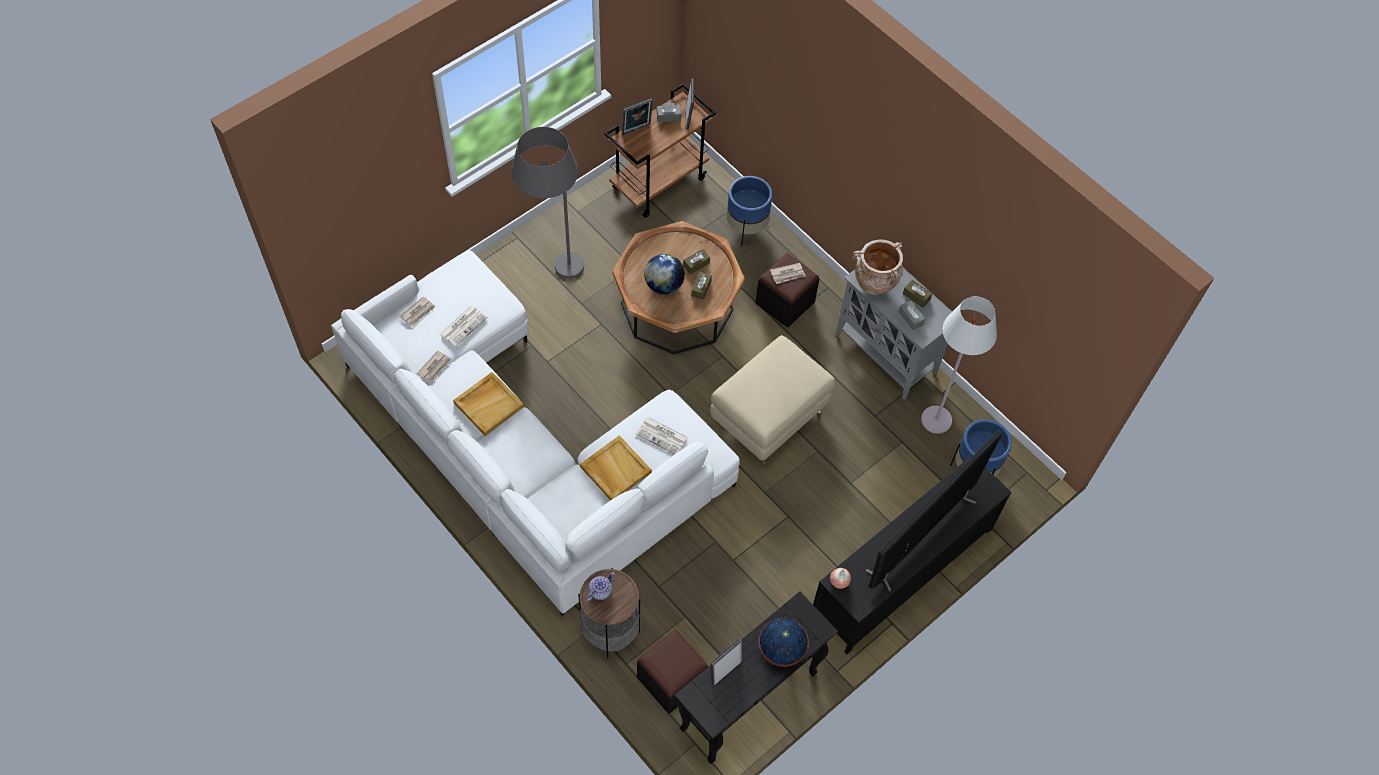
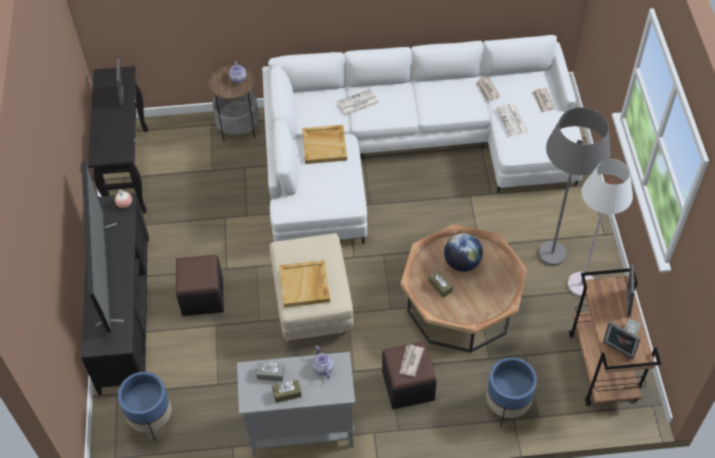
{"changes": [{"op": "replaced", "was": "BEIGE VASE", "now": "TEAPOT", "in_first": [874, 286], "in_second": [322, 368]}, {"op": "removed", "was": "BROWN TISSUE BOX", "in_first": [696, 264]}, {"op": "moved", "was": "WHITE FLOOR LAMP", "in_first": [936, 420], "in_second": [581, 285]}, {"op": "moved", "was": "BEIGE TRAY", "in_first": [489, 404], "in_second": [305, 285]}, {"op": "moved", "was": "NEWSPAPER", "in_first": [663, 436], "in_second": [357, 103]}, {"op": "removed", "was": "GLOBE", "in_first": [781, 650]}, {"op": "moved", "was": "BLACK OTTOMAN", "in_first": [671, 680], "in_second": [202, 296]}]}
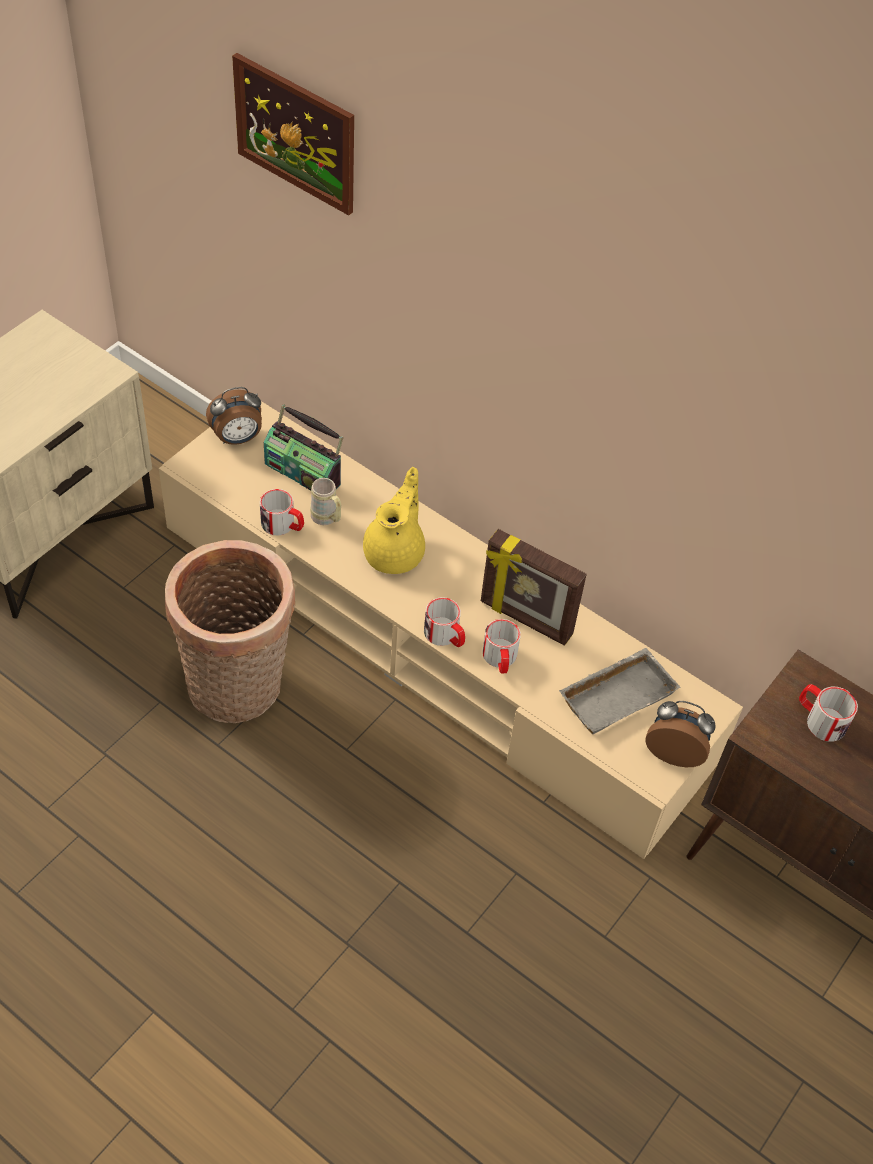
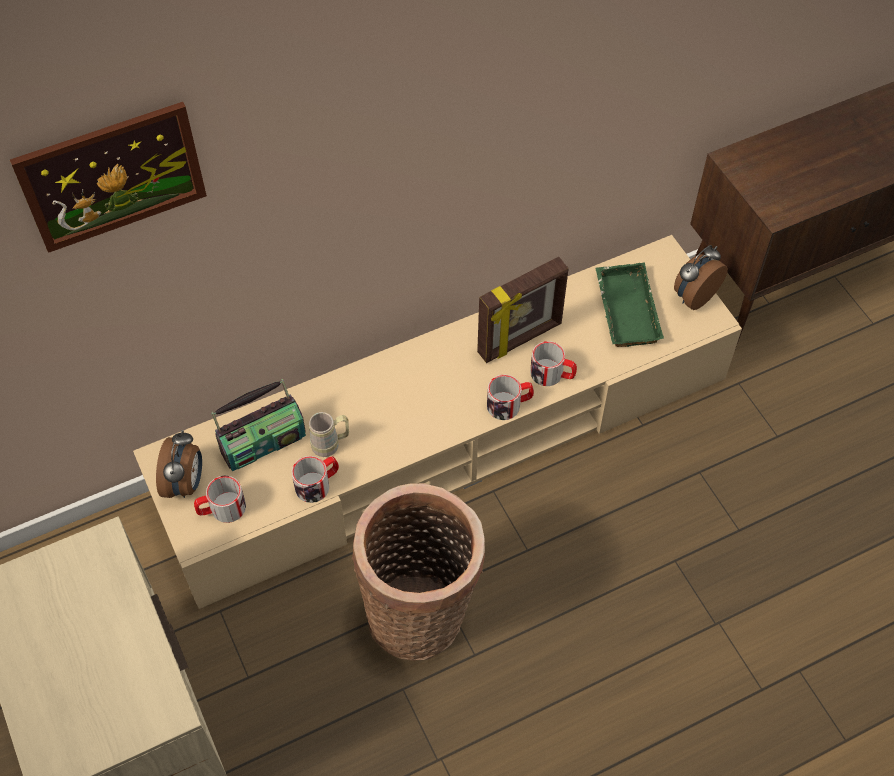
{"changes": [{"op": "removed", "was": "YELLOW TEAPOT", "in_first": [396, 552]}, {"op": "recoloured", "was": "GREY TRAY", "now": "GREEN TRAY", "in_first": [617, 694], "in_second": [624, 309]}, {"op": "moved", "was": "MUG", "in_first": [820, 719], "in_second": [221, 509]}]}
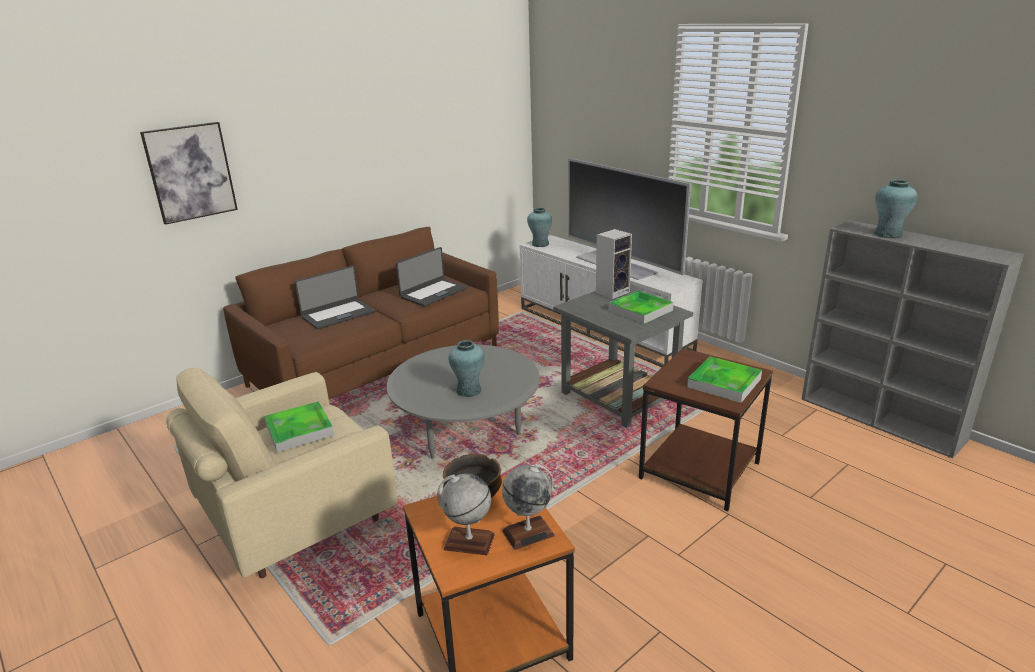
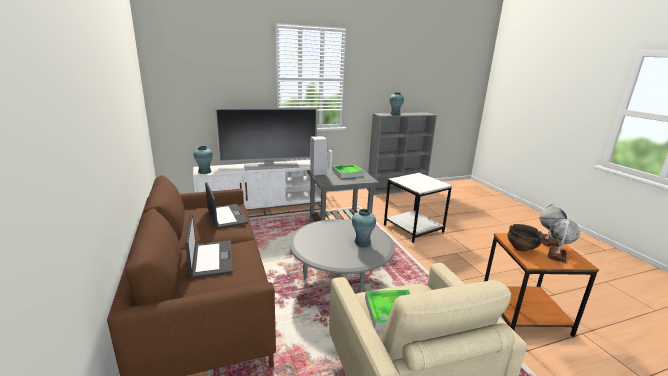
{"changes": [{"op": "removed", "was": "PICTURE", "in_first": [190, 172]}, {"op": "recoloured", "was": "BROWN SIDE TABLE", "now": "WHITE SIDE TABLE", "in_first": [701, 470], "in_second": [413, 228]}, {"op": "removed", "was": "TRAY", "in_first": [724, 383]}]}
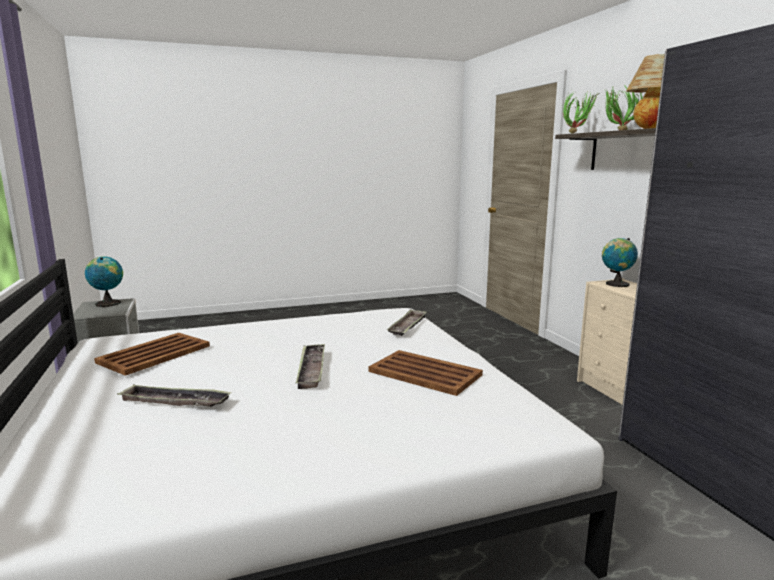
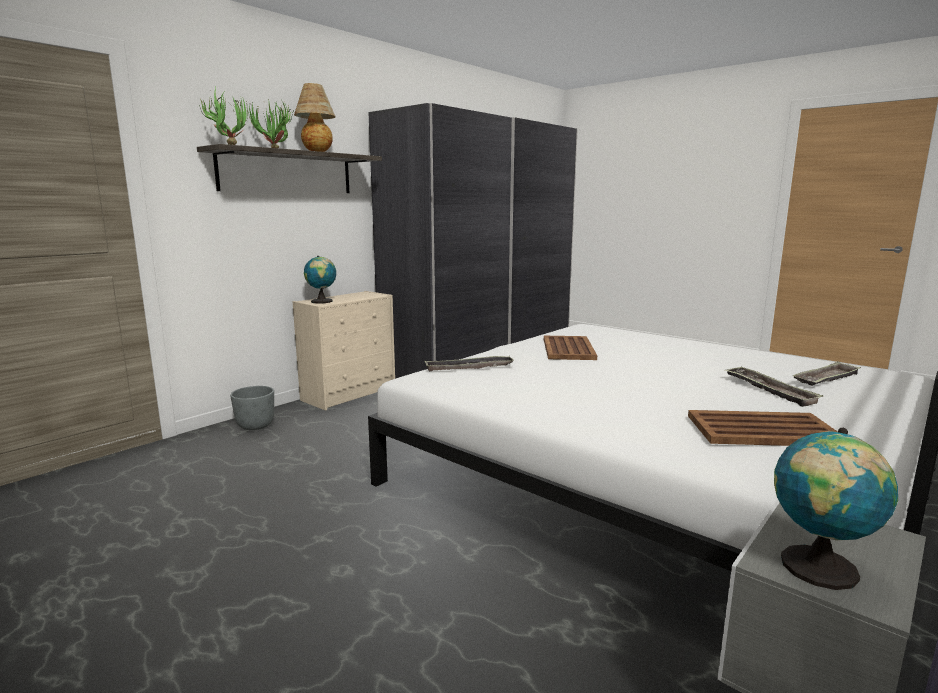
{"changes": [{"op": "moved", "was": "TRAY", "in_first": [311, 369], "in_second": [826, 379]}, {"op": "added", "now": "GREY PLANTER", "in_second": [255, 426]}]}
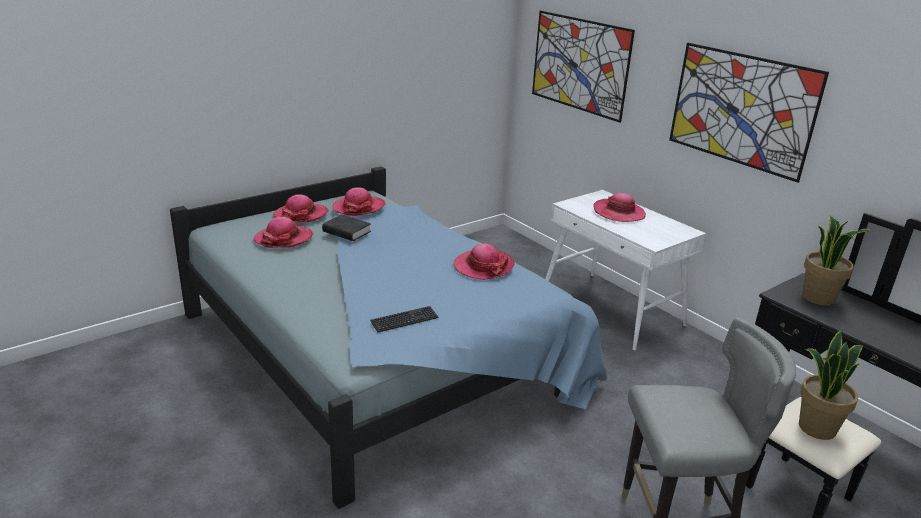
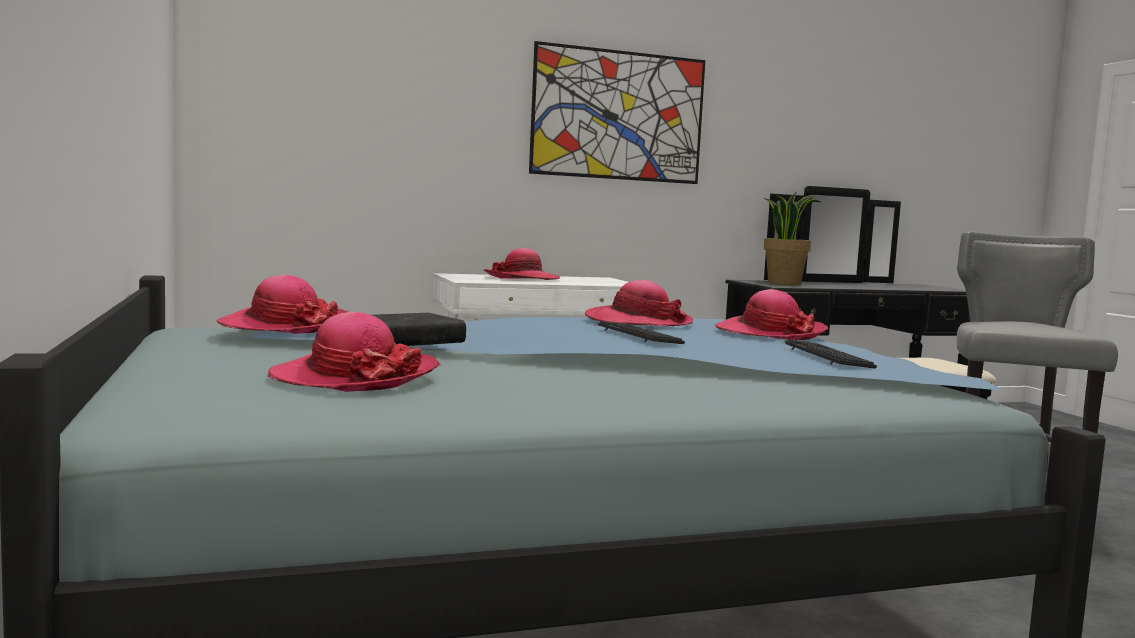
{"changes": [{"op": "removed", "was": "PICTURE", "in_first": [579, 64]}, {"op": "moved", "was": "HAT", "in_first": [301, 215], "in_second": [769, 333]}, {"op": "removed", "was": "POTTED PLANT", "in_first": [816, 427]}, {"op": "added", "now": "KEYBOARD", "in_second": [638, 336]}]}
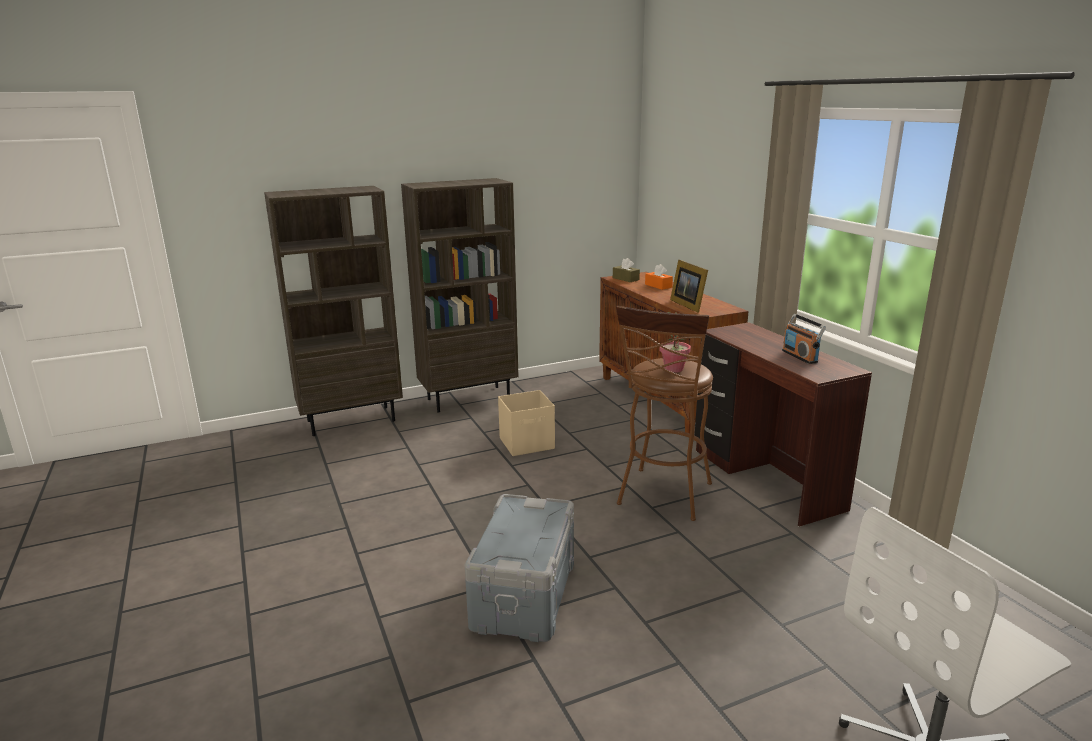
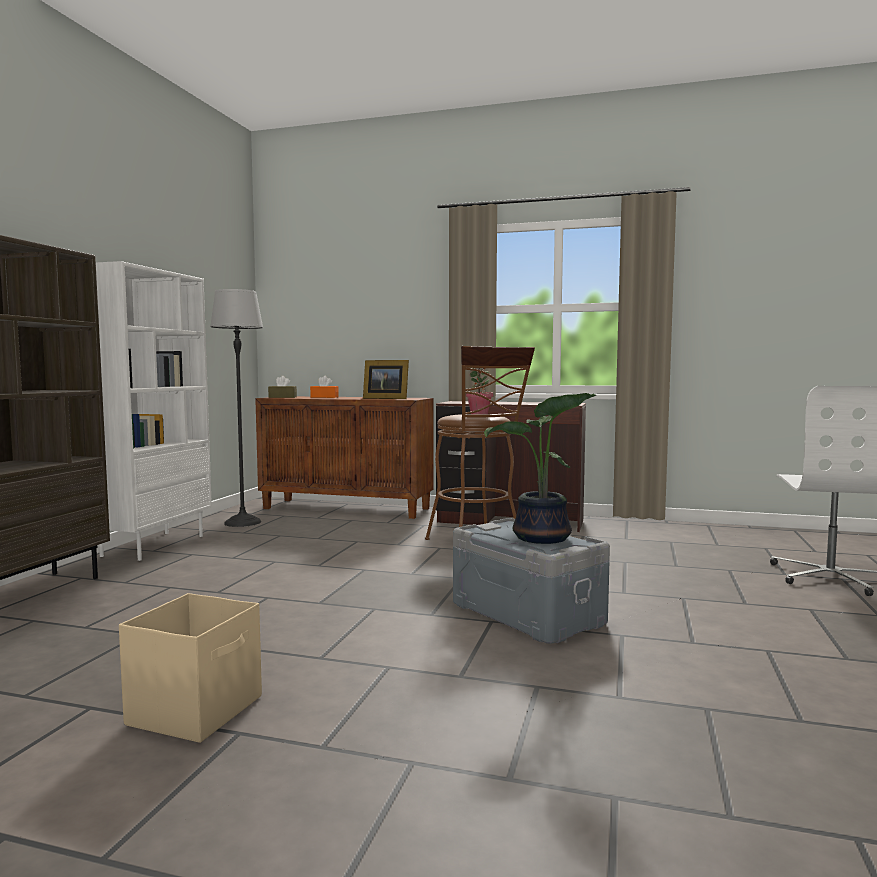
{"changes": [{"op": "recoloured", "was": "BROWN BOOKCASE", "now": "WHITE BOOKCASE", "in_first": [469, 398], "in_second": [153, 545]}, {"op": "removed", "was": "RADIO", "in_first": [800, 356]}, {"op": "moved", "was": "BEIGE STORAGE BOX", "in_first": [527, 444], "in_second": [197, 710]}, {"op": "added", "now": "FLOOR LAMP", "in_second": [243, 522]}, {"op": "added", "now": "POTTED PLANT", "in_second": [541, 538]}]}
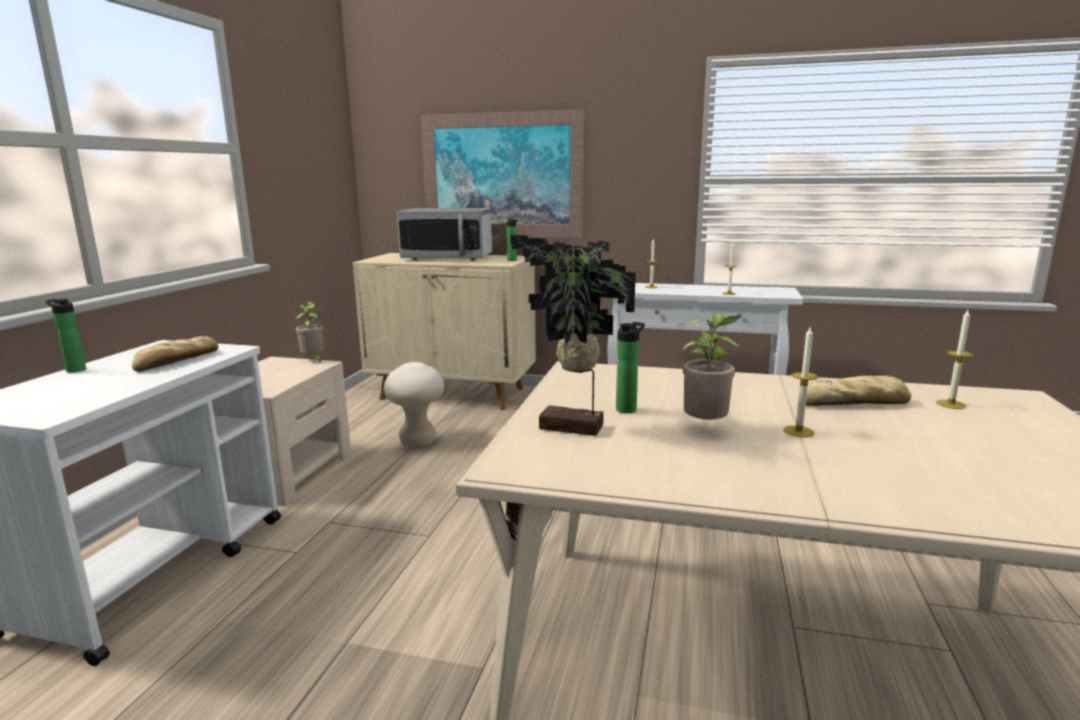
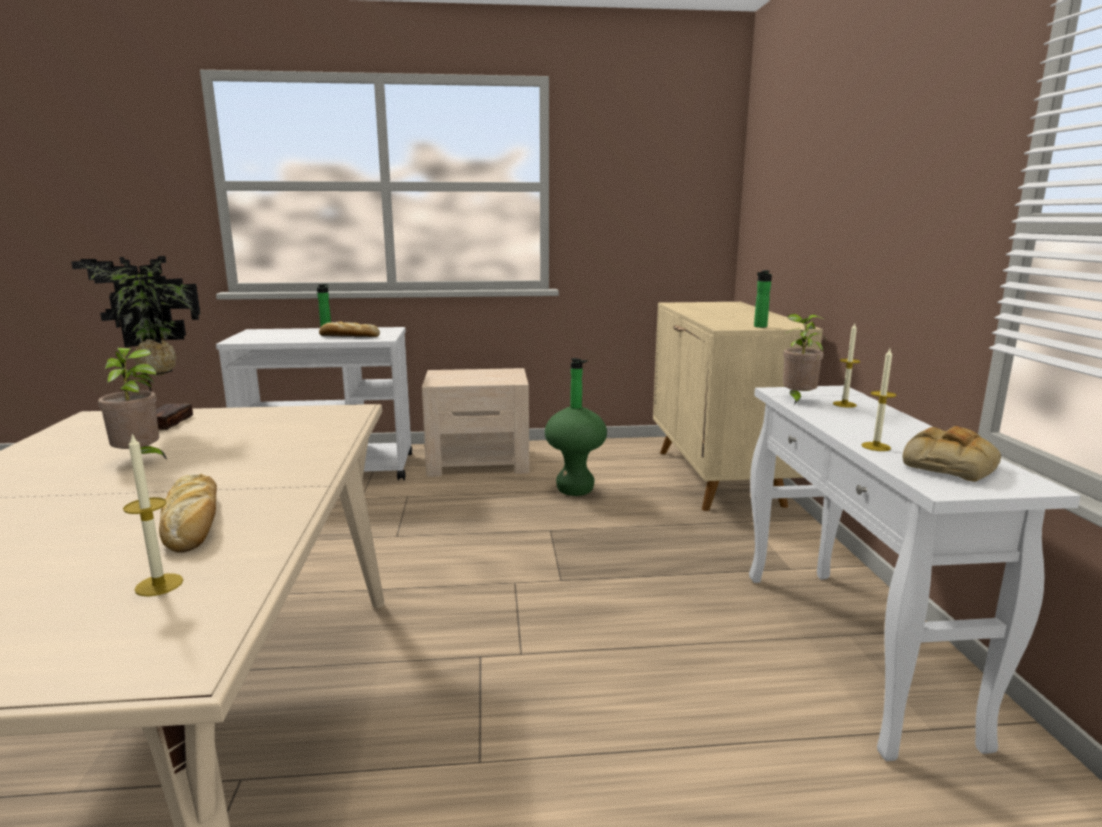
{"changes": [{"op": "removed", "was": "PICTURE", "in_first": [502, 176]}, {"op": "removed", "was": "MICROWAVE", "in_first": [448, 258]}, {"op": "moved", "was": "POTTED PLANT", "in_first": [313, 360], "in_second": [797, 400]}, {"op": "moved", "was": "BOTTLE", "in_first": [628, 409], "in_second": [578, 407]}, {"op": "removed", "was": "CANDLE", "in_first": [798, 431]}, {"op": "recoloured", "was": "BEIGE STOOL", "now": "GREEN STOOL", "in_first": [418, 442], "in_second": [575, 490]}, {"op": "added", "now": "BREAD", "in_second": [948, 465]}]}
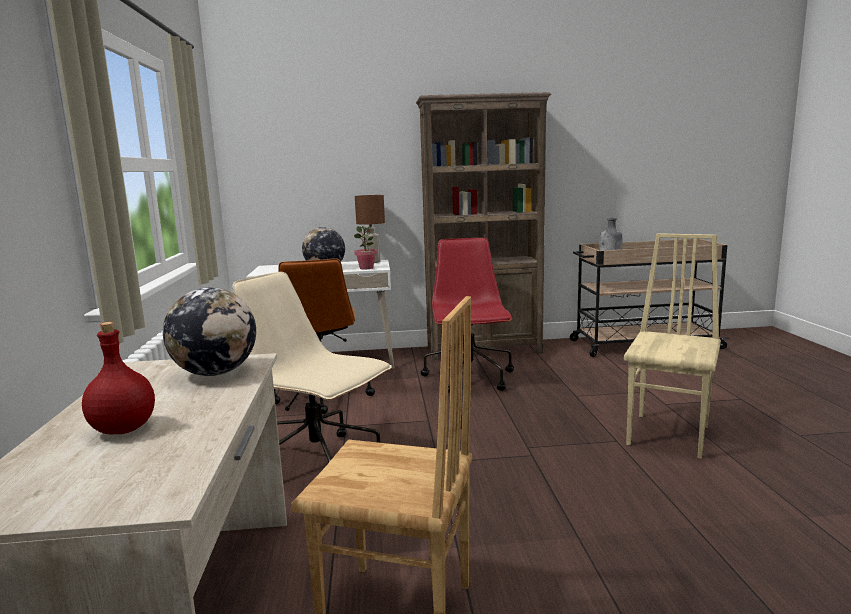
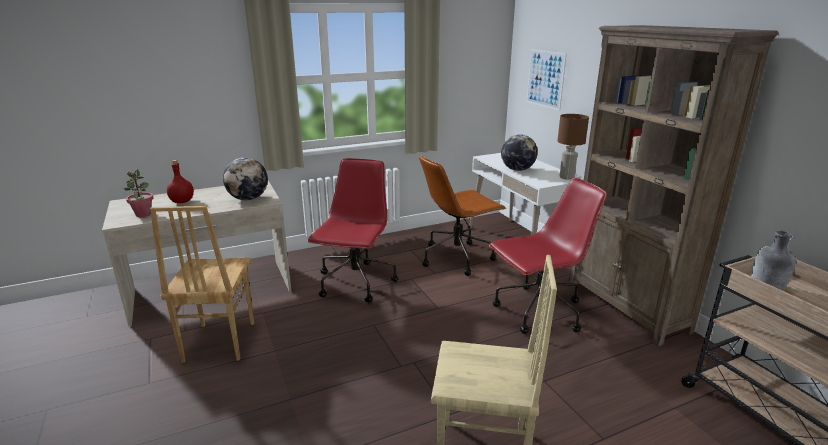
{"changes": [{"op": "moved", "was": "POTTED PLANT", "in_first": [366, 268], "in_second": [143, 214]}, {"op": "recoloured", "was": "BEIGE OFFICE CHAIR", "now": "RED OFFICE CHAIR", "in_first": [319, 464], "in_second": [355, 283]}, {"op": "added", "now": "PICTURE", "in_second": [545, 79]}]}
